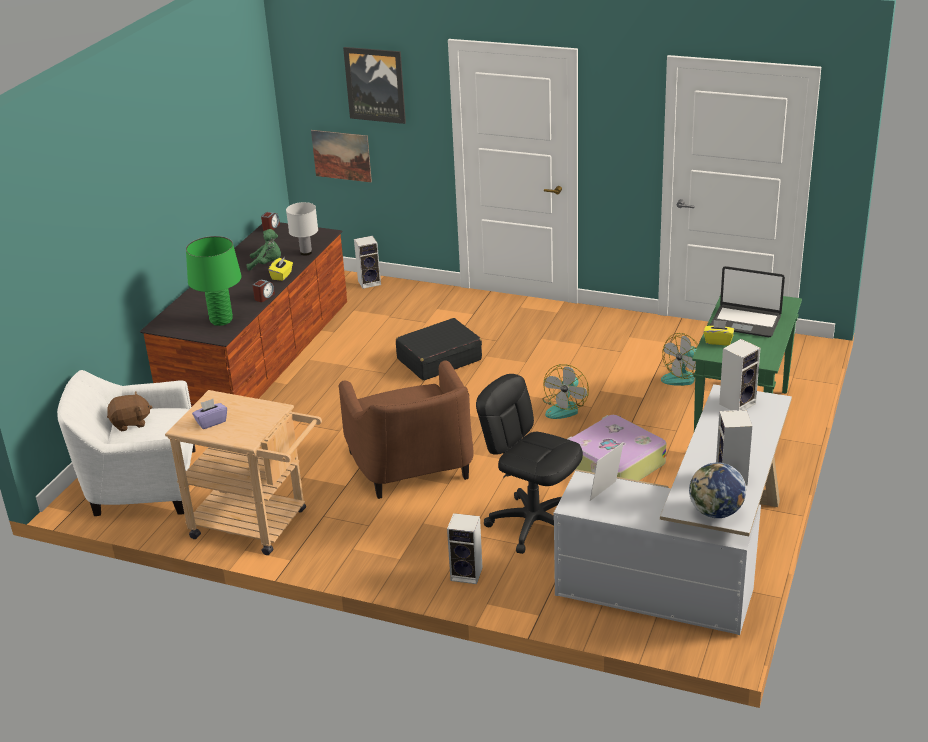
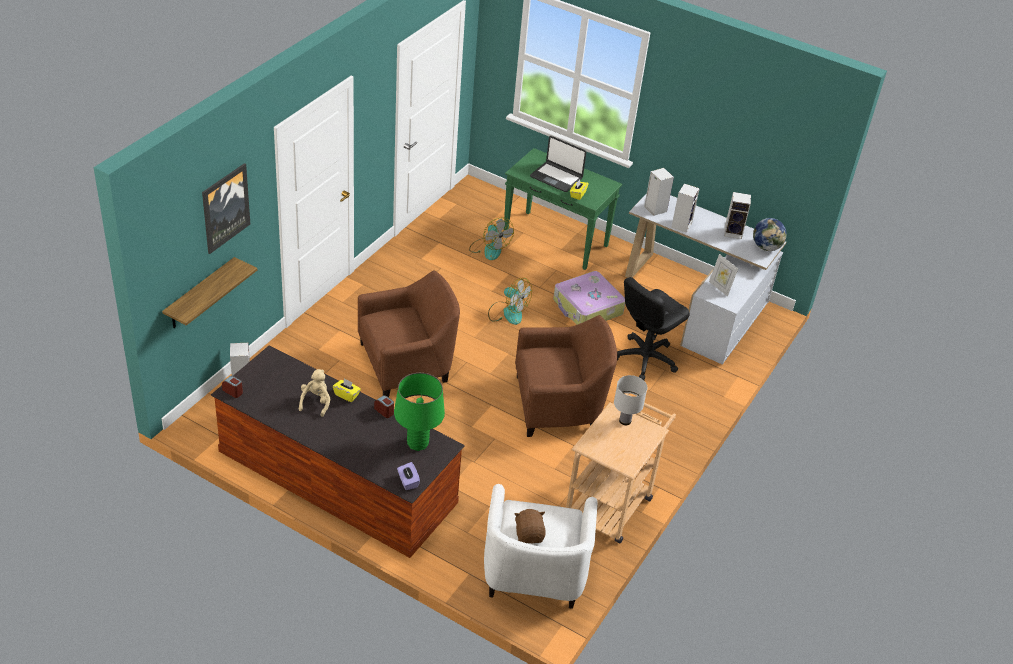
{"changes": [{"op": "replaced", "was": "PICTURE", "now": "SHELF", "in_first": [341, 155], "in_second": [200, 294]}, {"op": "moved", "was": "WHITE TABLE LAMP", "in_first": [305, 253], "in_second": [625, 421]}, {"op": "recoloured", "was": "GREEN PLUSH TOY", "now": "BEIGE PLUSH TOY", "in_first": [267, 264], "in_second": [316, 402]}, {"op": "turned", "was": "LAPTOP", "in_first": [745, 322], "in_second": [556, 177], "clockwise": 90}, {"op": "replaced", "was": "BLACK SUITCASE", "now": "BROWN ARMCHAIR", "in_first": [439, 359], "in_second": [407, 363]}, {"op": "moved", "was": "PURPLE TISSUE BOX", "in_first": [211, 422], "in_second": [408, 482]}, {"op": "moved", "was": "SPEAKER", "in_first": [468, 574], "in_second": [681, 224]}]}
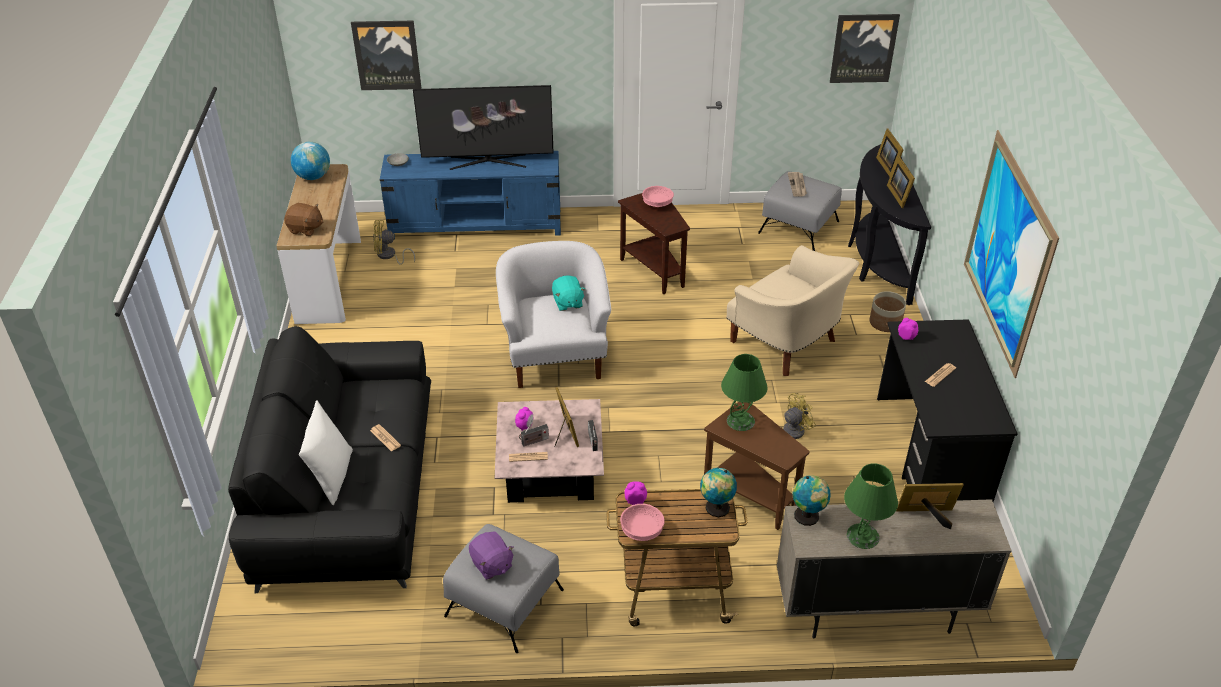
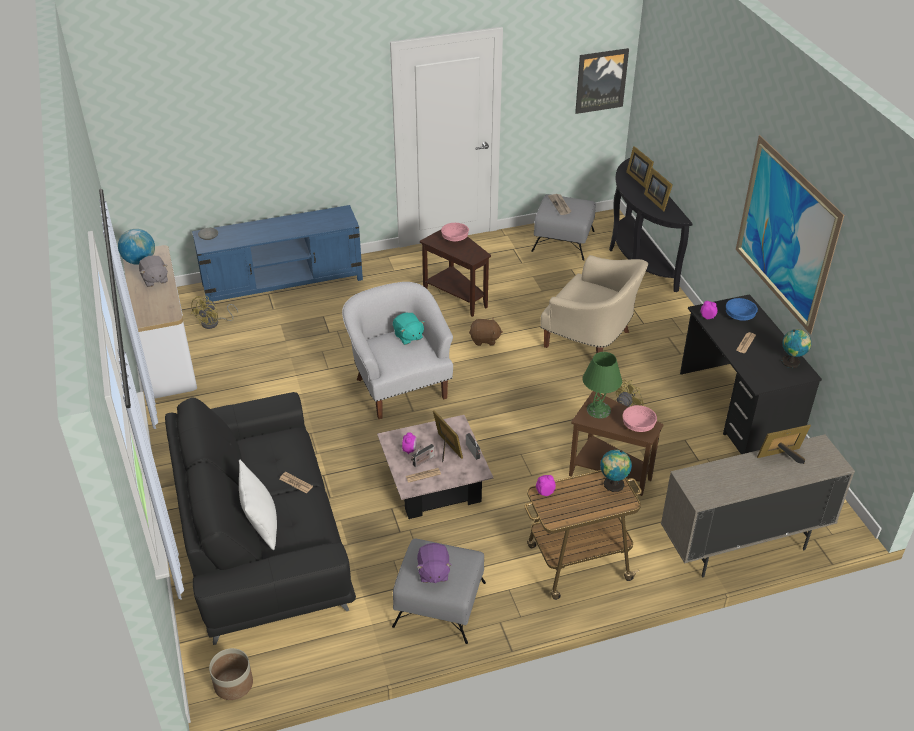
{"changes": [{"op": "removed", "was": "PICTURE", "in_first": [387, 55]}, {"op": "removed", "was": "TELEVISION", "in_first": [487, 161]}, {"op": "moved", "was": "BROWN PLUSH TOY", "in_first": [305, 229], "in_second": [484, 340]}, {"op": "turned", "was": "YELLOW FAN", "in_first": [389, 256], "in_second": [214, 323], "clockwise": -45}, {"op": "moved", "was": "PLANTER", "in_first": [885, 322], "in_second": [233, 684]}, {"op": "removed", "was": "GREEN TABLE LAMP", "in_first": [863, 536]}, {"op": "moved", "was": "GLOBE", "in_first": [808, 517], "in_second": [792, 362]}, {"op": "moved", "was": "PINK BOWL", "in_first": [642, 531], "in_second": [638, 426]}, {"op": "turned", "was": "PURPLE PLUSH TOY", "in_first": [491, 565], "in_second": [433, 572], "clockwise": 45}, {"op": "added", "now": "GREY PLUSH TOY", "in_second": [155, 279]}, {"op": "added", "now": "BLUE BOWL", "in_second": [740, 316]}]}
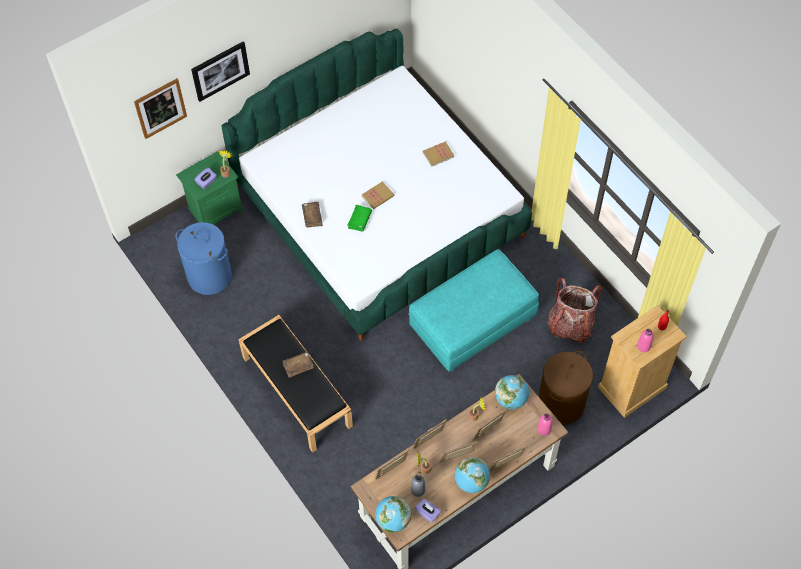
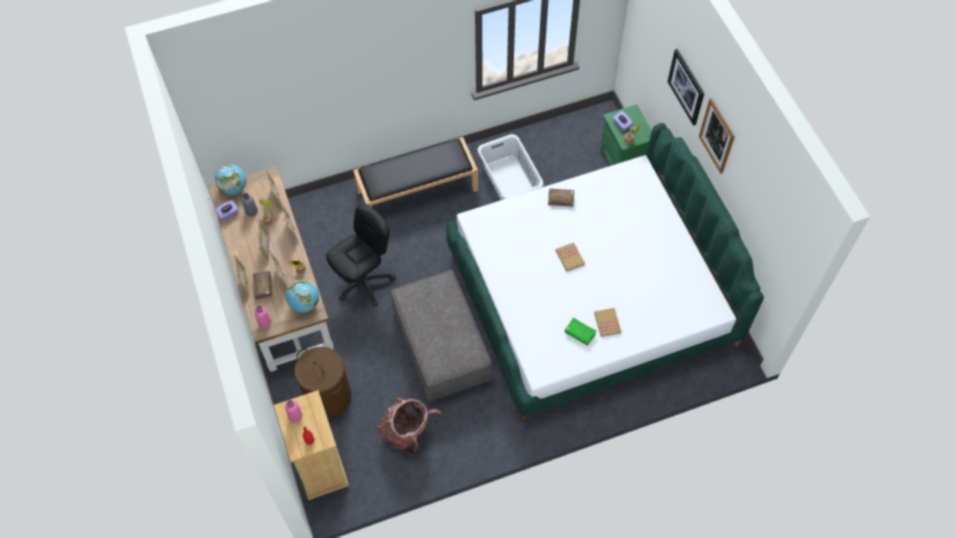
{"changes": [{"op": "moved", "was": "PICTURE", "in_first": [160, 108], "in_second": [717, 136]}, {"op": "moved", "was": "GREEN BOOK", "in_first": [360, 220], "in_second": [579, 333]}, {"op": "removed", "was": "BLUE LAUNDRY BASKET", "in_first": [209, 276]}, {"op": "recoloured", "was": "TURQUOISE OTTOMAN", "now": "GREY OTTOMAN", "in_first": [472, 320], "in_second": [441, 345]}, {"op": "moved", "was": "BROWN BOOK", "in_first": [298, 366], "in_second": [263, 287]}, {"op": "removed", "was": "GLOBE", "in_first": [471, 482]}, {"op": "added", "now": "WHITE LAUNDRY BASKET", "in_second": [510, 180]}, {"op": "added", "now": "BLACK OFFICE CHAIR", "in_second": [364, 281]}]}
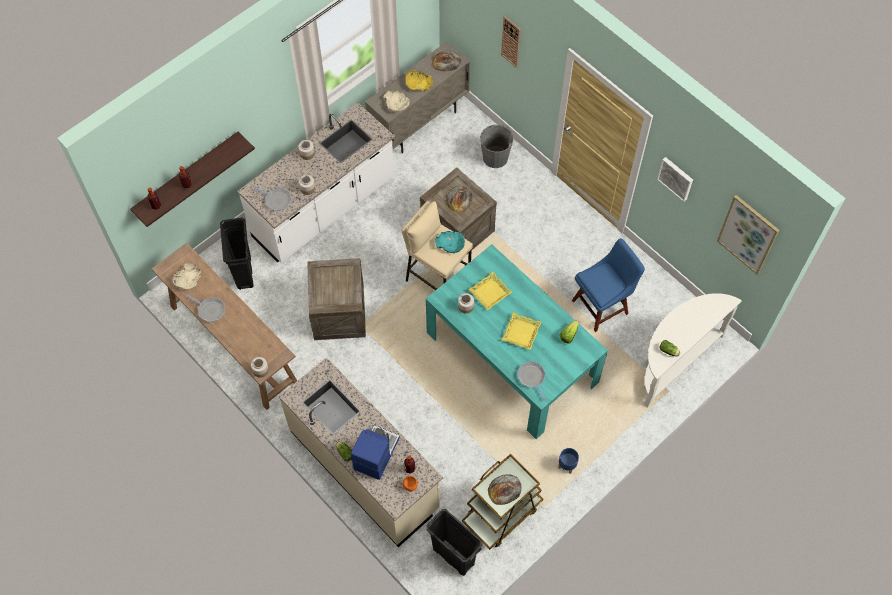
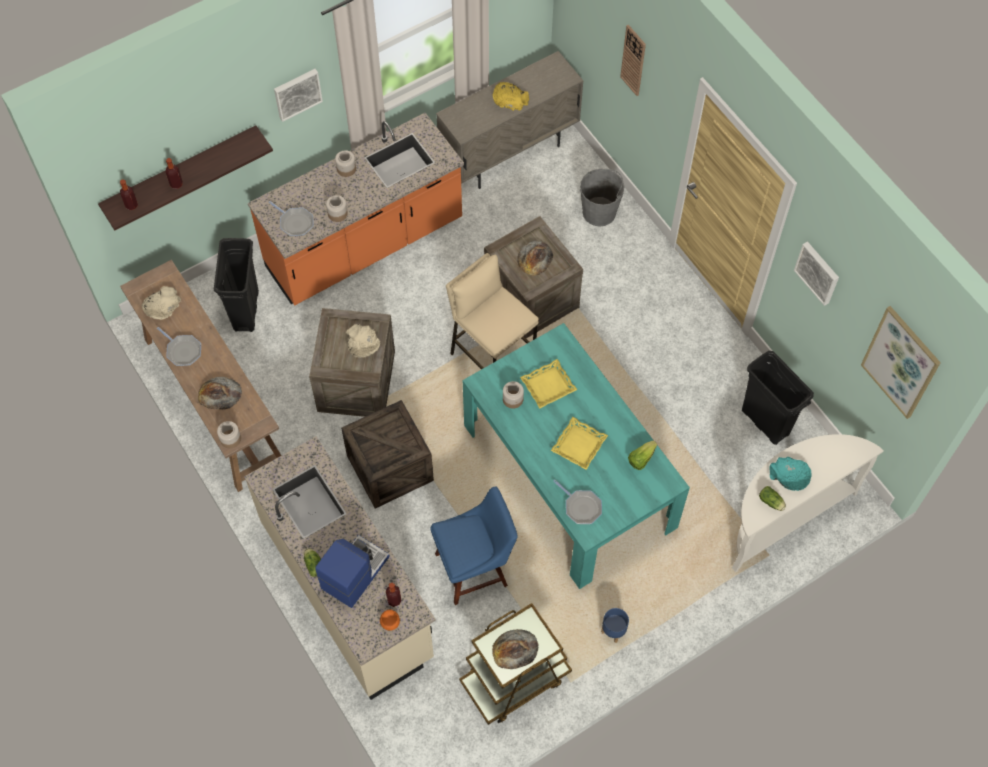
{"changes": [{"op": "moved", "was": "BREAD", "in_first": [446, 61], "in_second": [219, 393]}, {"op": "moved", "was": "BEIGE BOWL", "in_first": [396, 104], "in_second": [363, 344]}, {"op": "recoloured", "was": "WHITE COUNTER", "now": "ORANGE COUNTER", "in_first": [324, 209], "in_second": [365, 245]}, {"op": "moved", "was": "TURQUOISE BOWL", "in_first": [450, 244], "in_second": [789, 476]}, {"op": "moved", "was": "BLUE CHAIR", "in_first": [602, 305], "in_second": [475, 568]}, {"op": "turned", "was": "FRYING PAN", "in_first": [532, 377], "in_second": [581, 507], "clockwise": 150}, {"op": "moved", "was": "BLACK TRASH CAN", "in_first": [454, 556], "in_second": [765, 422]}, {"op": "added", "now": "PICTURE", "in_second": [297, 93]}, {"op": "added", "now": "CRATE", "in_second": [390, 468]}]}
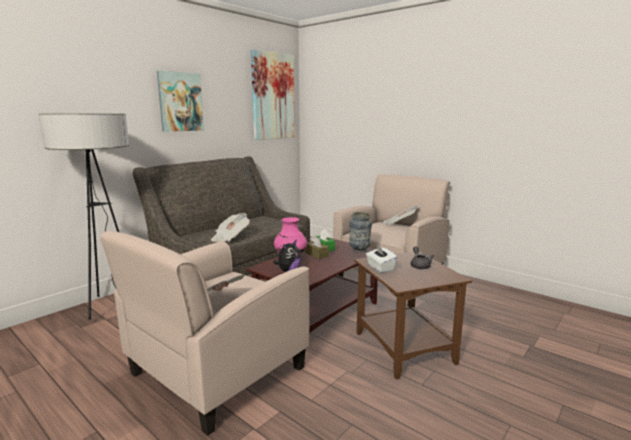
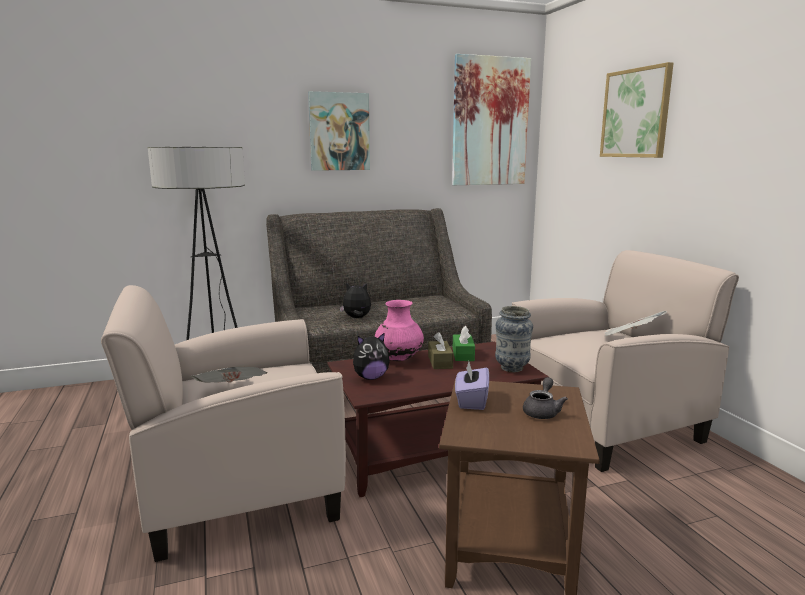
{"changes": [{"op": "replaced", "was": "NEWSPAPER", "now": "PLUSH TOY", "in_first": [230, 237], "in_second": [356, 318]}, {"op": "recoloured", "was": "WHITE TISSUE BOX", "now": "PURPLE TISSUE BOX", "in_first": [380, 268], "in_second": [471, 401]}, {"op": "added", "now": "PICTURE", "in_second": [636, 113]}]}
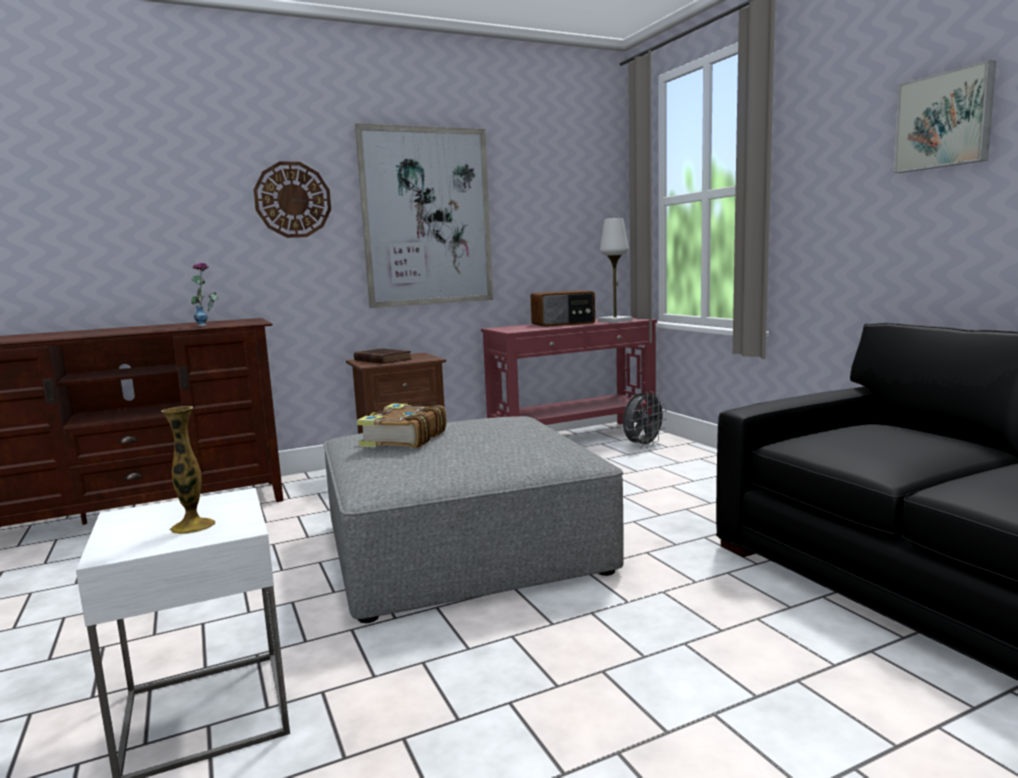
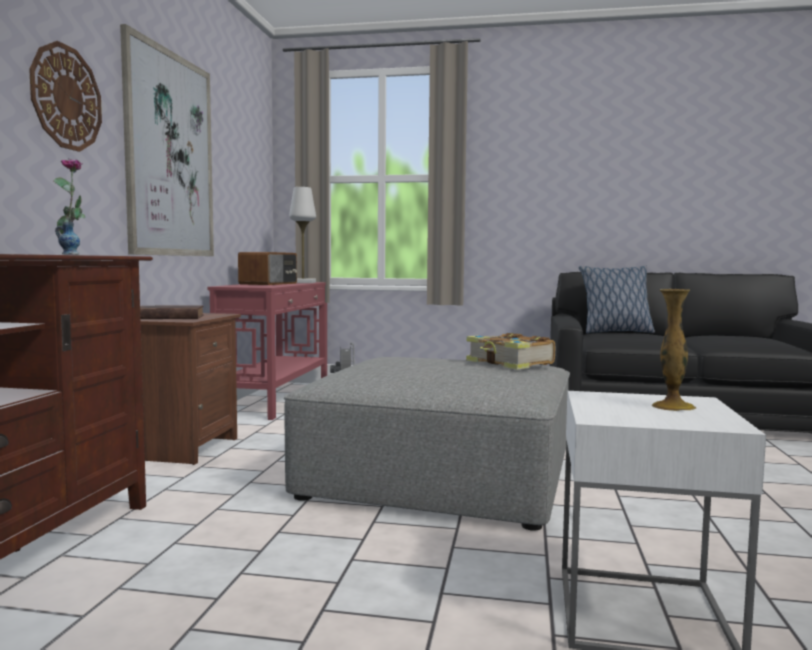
{"changes": [{"op": "removed", "was": "PICTURE", "in_first": [944, 121]}, {"op": "moved", "was": "BOOK", "in_first": [402, 439], "in_second": [510, 363]}, {"op": "added", "now": "PILLOW", "in_second": [615, 332]}]}
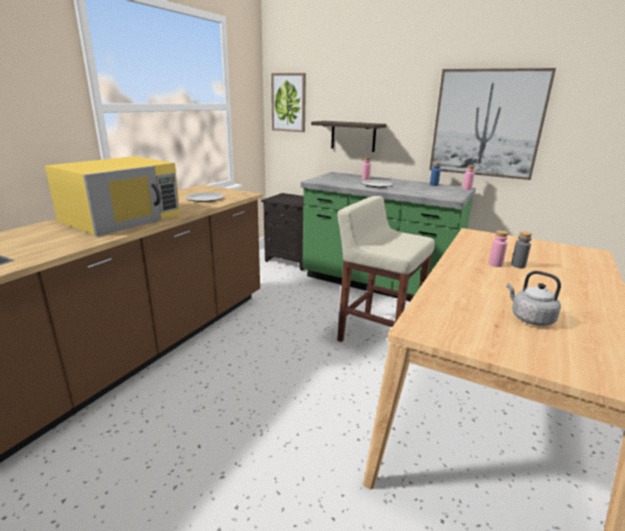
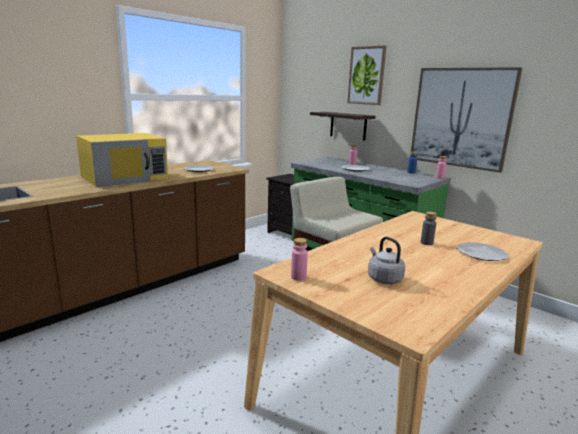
{"changes": [{"op": "moved", "was": "PICTURE", "in_first": [289, 102], "in_second": [366, 75]}, {"op": "moved", "was": "PINK BOTTLE", "in_first": [495, 264], "in_second": [298, 277]}, {"op": "added", "now": "PLATE", "in_second": [481, 254]}]}
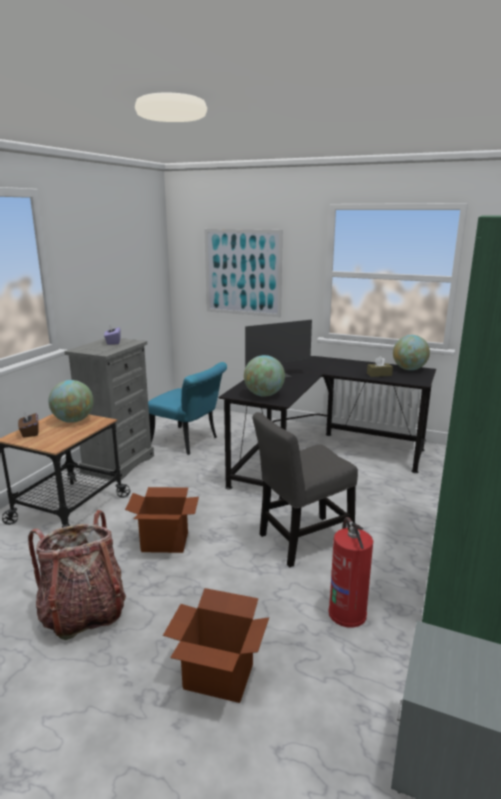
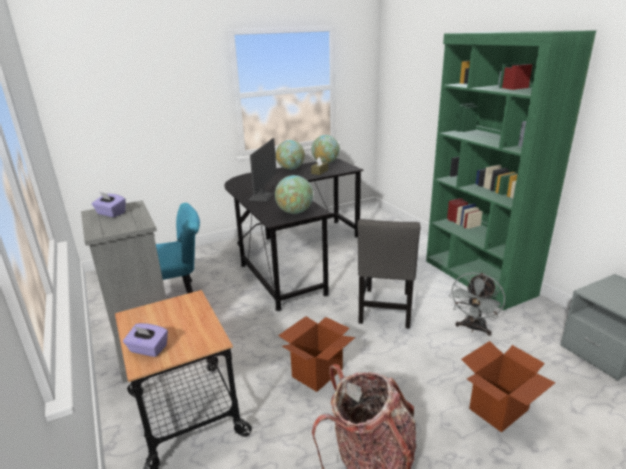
{"changes": [{"op": "removed", "was": "PICTURE", "in_first": [242, 272]}, {"op": "moved", "was": "GLOBE", "in_first": [73, 421], "in_second": [290, 169]}, {"op": "recoloured", "was": "BROWN TISSUE BOX", "now": "PURPLE TISSUE BOX", "in_first": [30, 432], "in_second": [148, 349]}, {"op": "replaced", "was": "FIRE EXTINGUISHER", "now": "GREY FAN", "in_first": [347, 612], "in_second": [473, 328]}]}
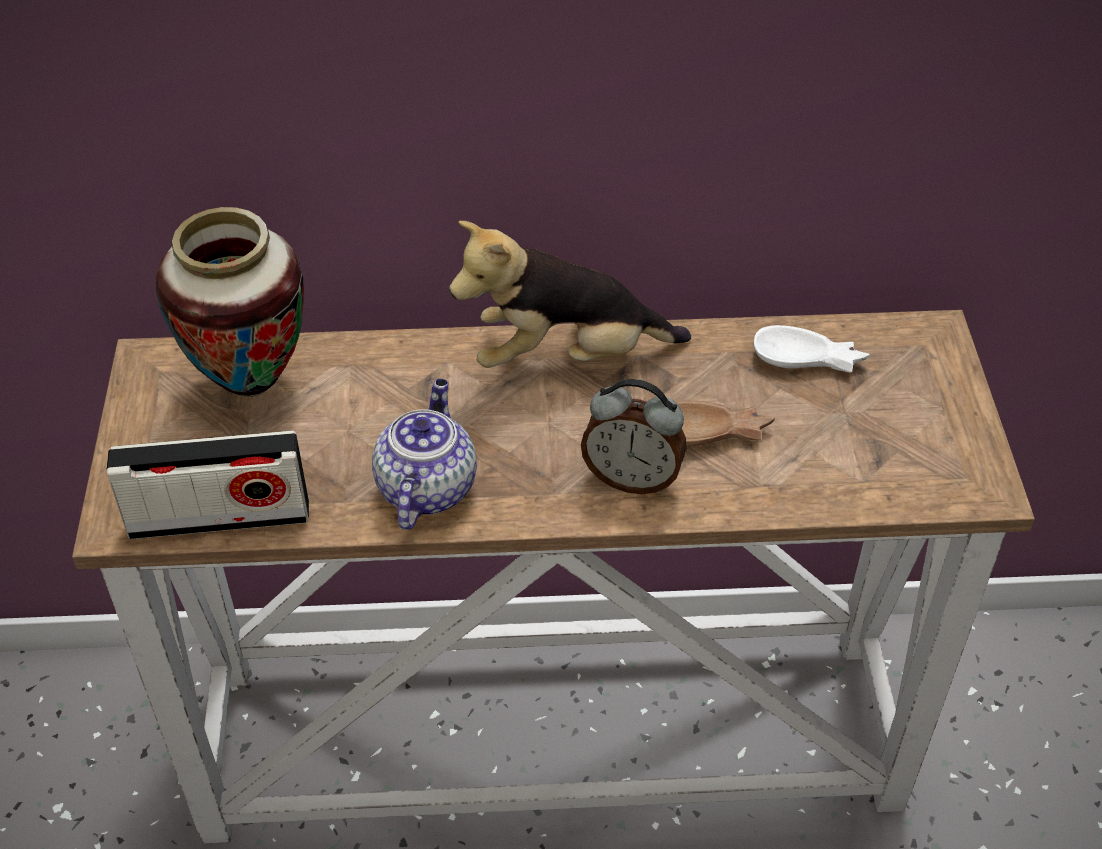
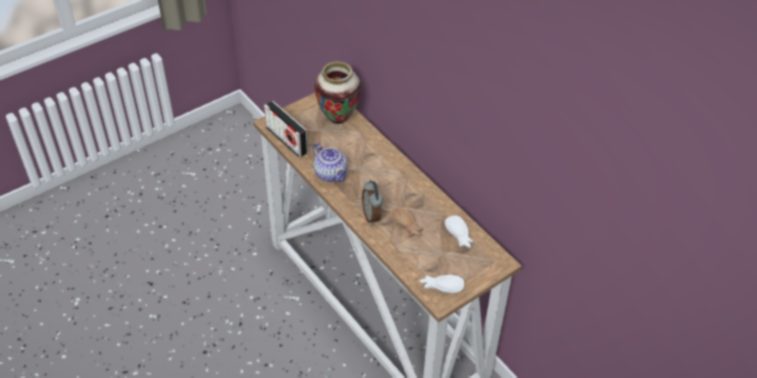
{"changes": [{"op": "removed", "was": "PLUSH TOY", "in_first": [566, 356]}, {"op": "turned", "was": "TEAPOT", "in_first": [426, 487], "in_second": [331, 174], "clockwise": 75}, {"op": "added", "now": "WHITE BOWL", "in_second": [441, 285]}]}
